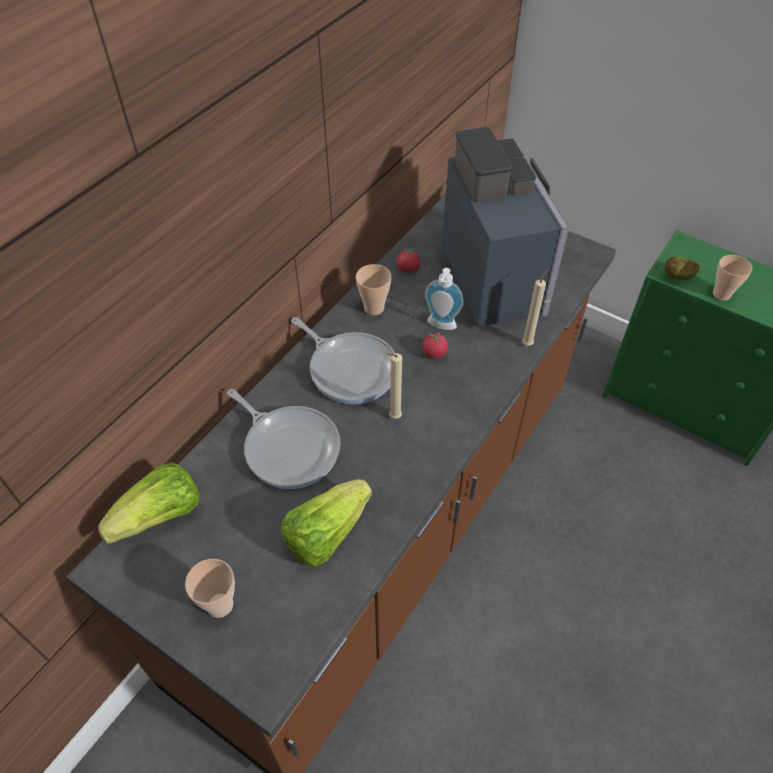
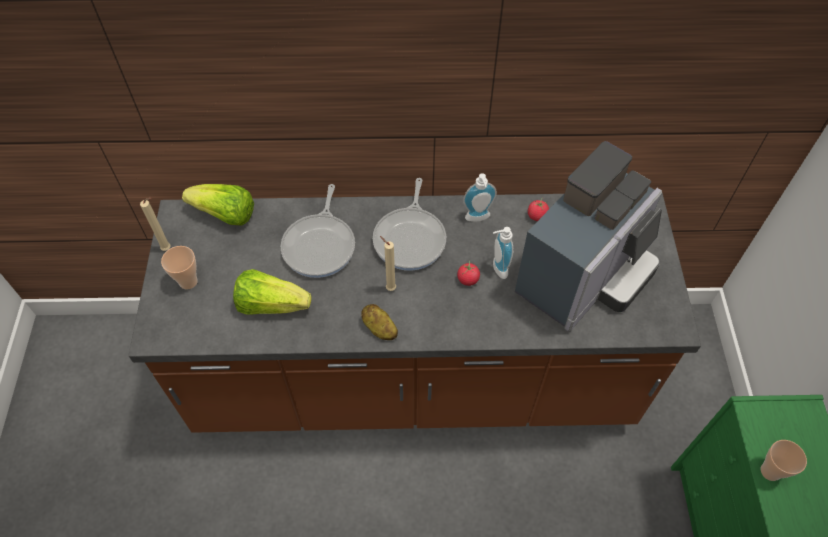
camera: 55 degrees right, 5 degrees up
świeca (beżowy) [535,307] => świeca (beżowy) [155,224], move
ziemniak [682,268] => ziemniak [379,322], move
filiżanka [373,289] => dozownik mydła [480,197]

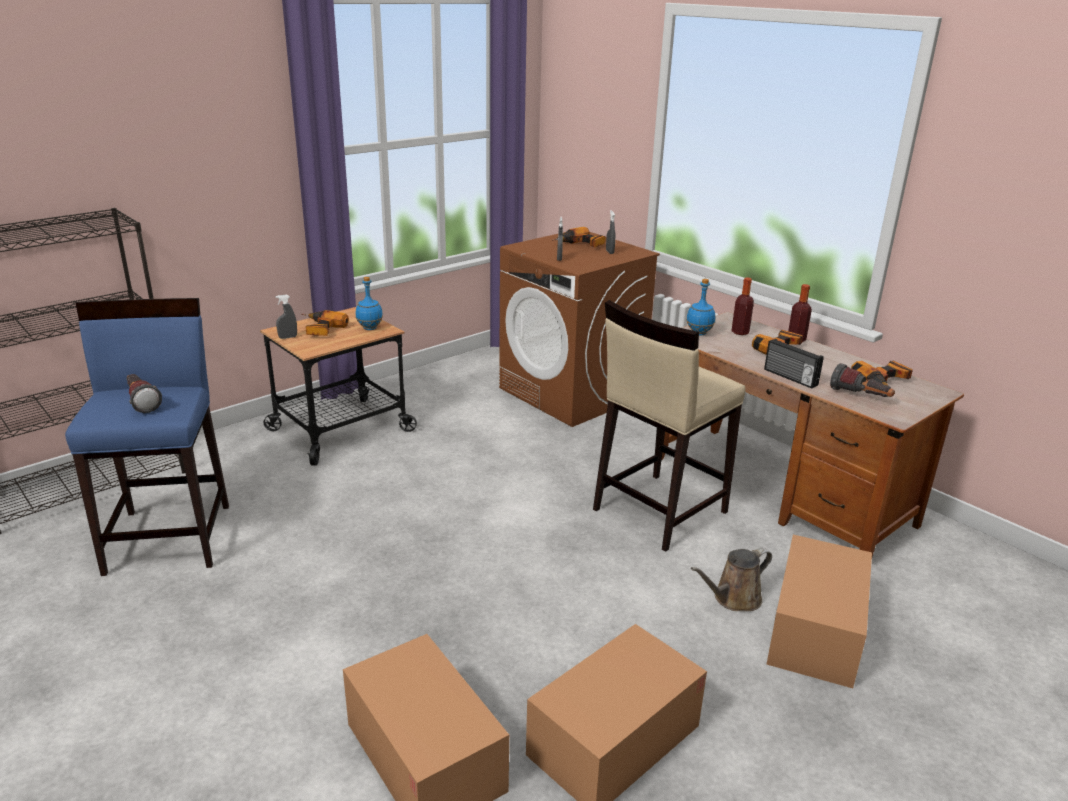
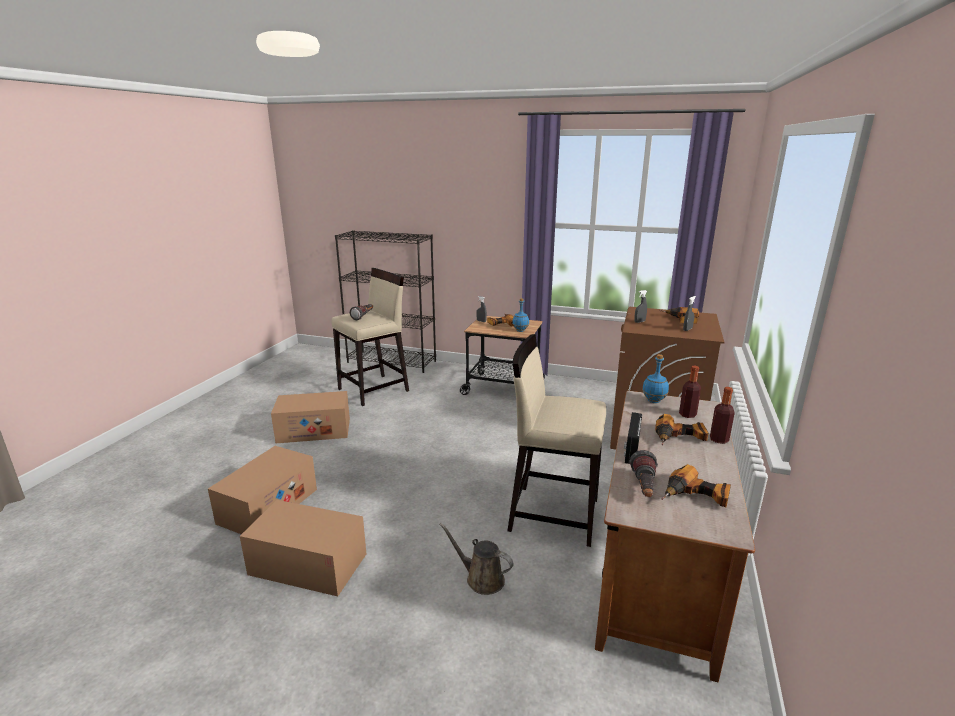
camera: 60 degrees right, 5 degrees down
karton [819,611] => karton [310,417], move
stołek (niebieski) [147,437] => stołek (beżowy) [370,337]

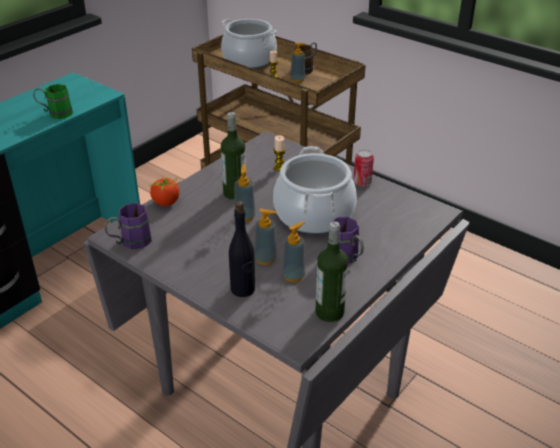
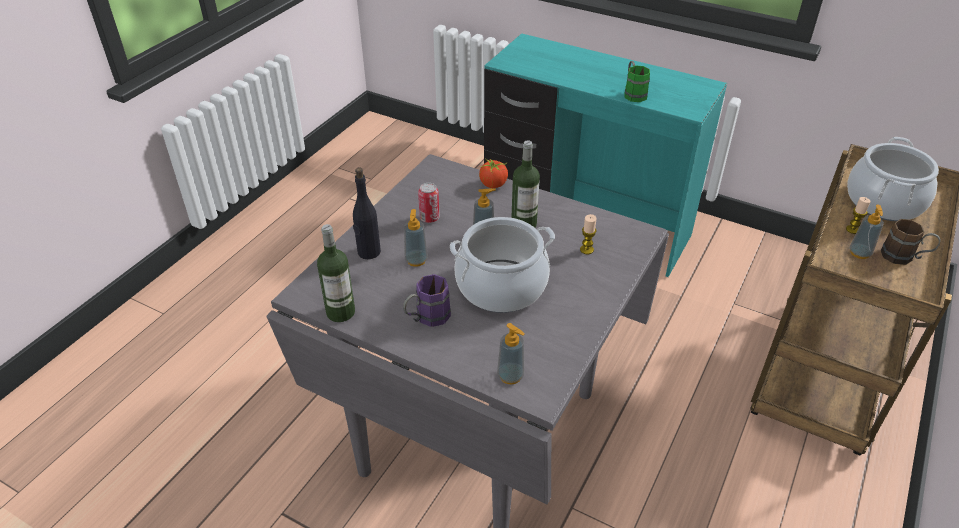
camera: 80 degrees right, 5 degrees up
puszka [363,168] => puszka [429,203], move
dozownik mydła [293,252] => dozownik mydła [511,354], move
kubek (fioletowy) [128,226] => nothing

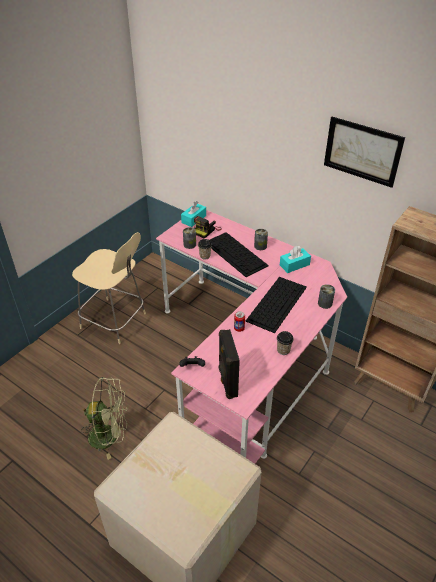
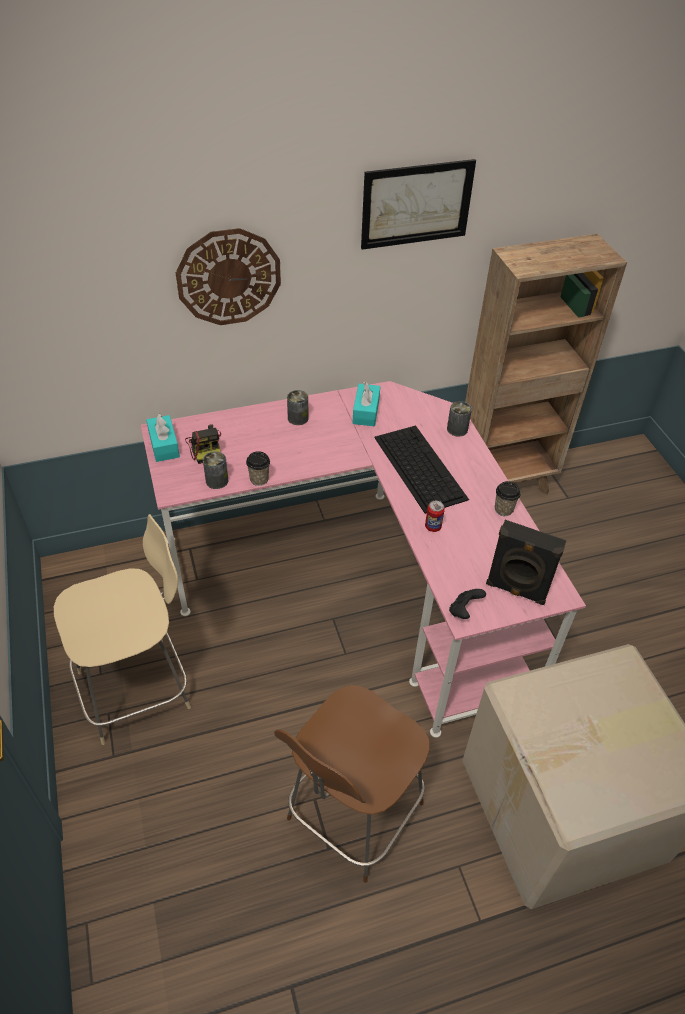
camera: 55 degrees left, 5 degrees up
nothing => zegar ścienny [228,276]
wentylator (zielony) [104,418] => krzesło (brązowy) [352,784]
klawiatura [239,254] => nothing

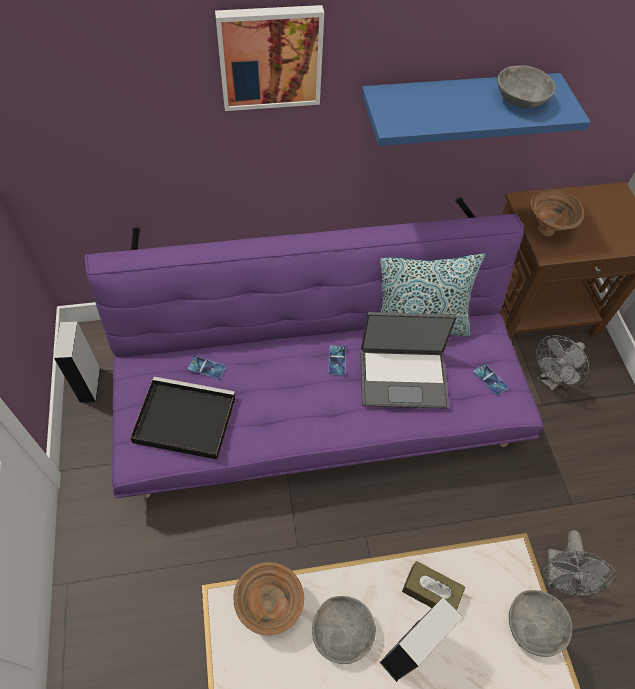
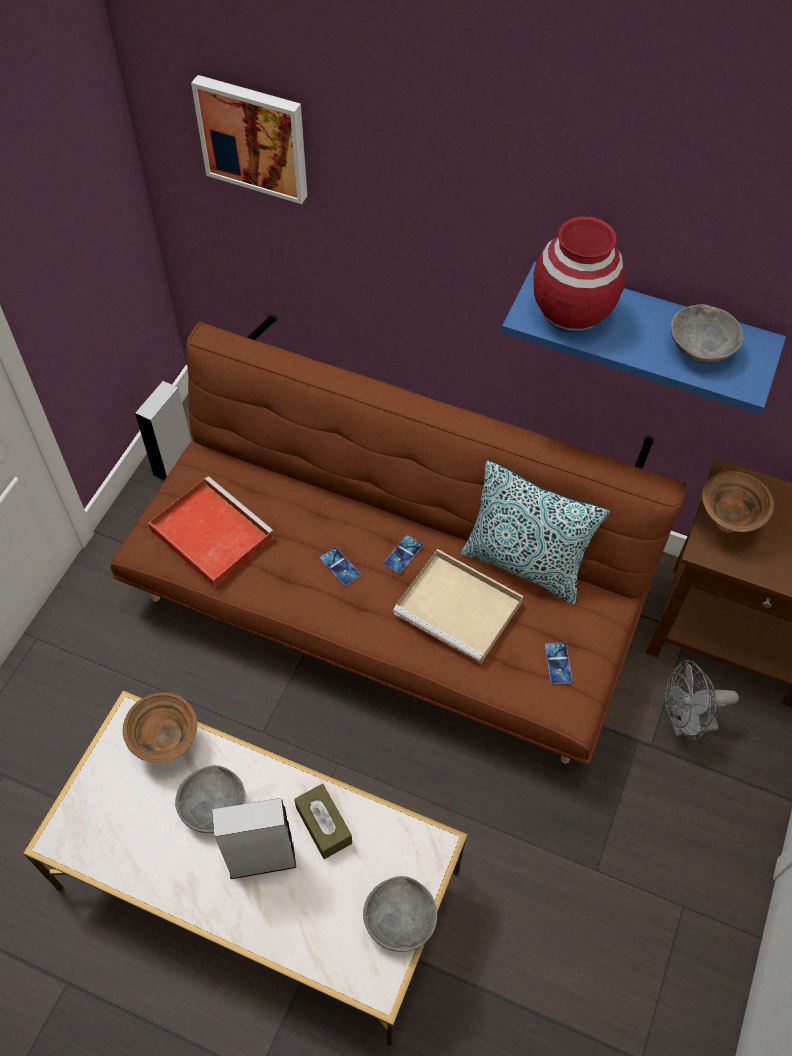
camera: 35 degrees right, 0 degrees up
kanapa (fioletowy) [314,347] => kanapa (brązowy) [398,539]
taca (czarny) [182,418] => taca (czerwony) [211,531]
obraz [269,58] => obraz [249,139], move
telefon [206,367] => telefon [340,566], move
laptop [408,360] => taca (beżowy) [458,606]
nothing => wazon (czerwony) [579,274]
wentylator (szary) [579,563] => nothing

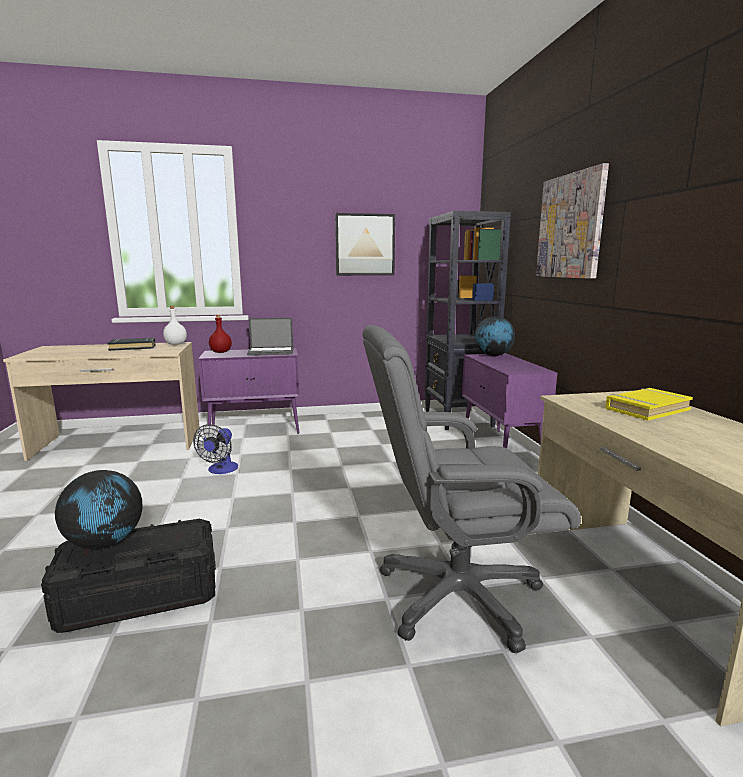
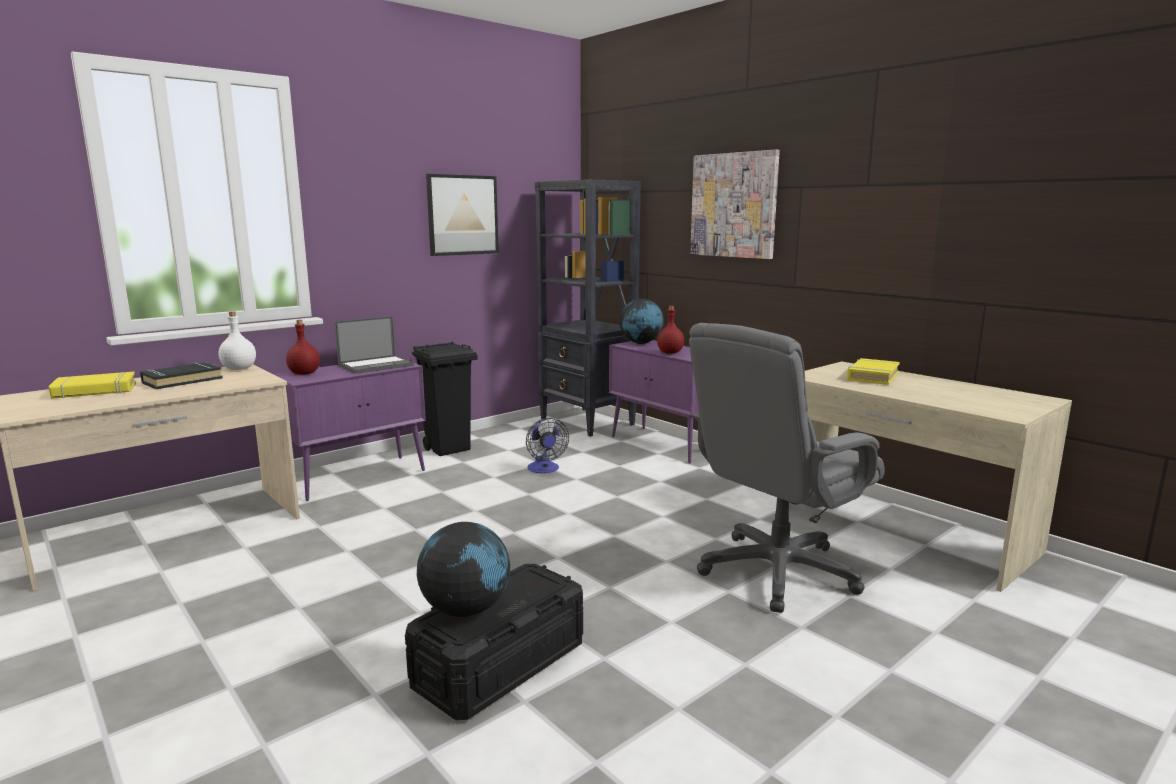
camera: 30 degrees left, 0 degrees up
nothing => książka (żółty) [92,385]
nothing => kosz na śmieci (czarny) [445,399]
wentylator [215,449] => wentylator [547,445], move
nothing => butelka (czerwony) [670,330]

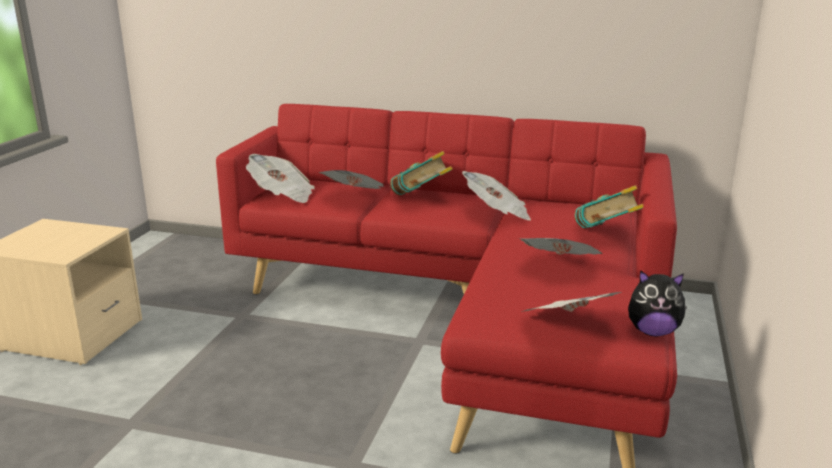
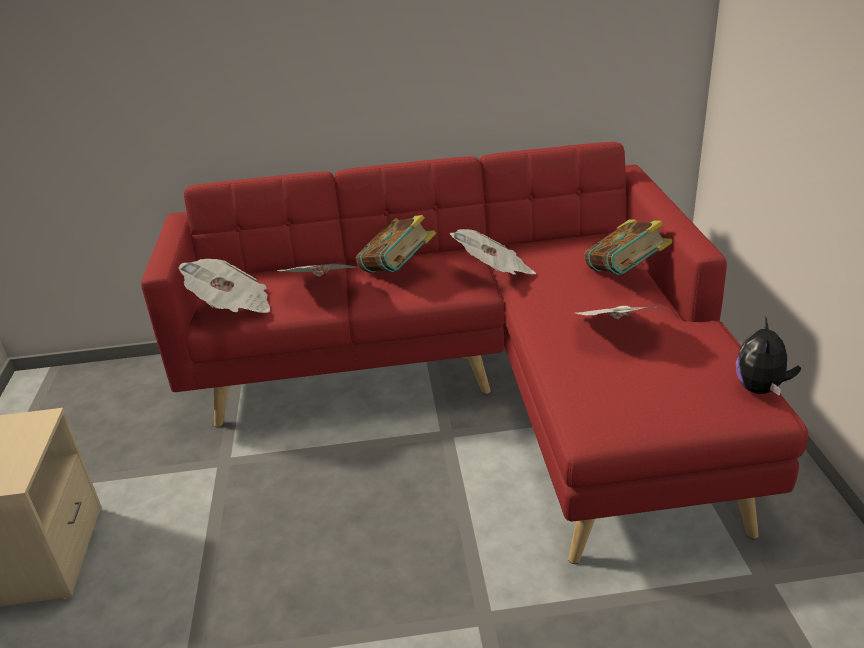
camera: 20 degrees left, 10 degrees up
pluszak [657,303] => pluszak [768,356], 120 degrees clockwise
gazeta [571,302] => nothing

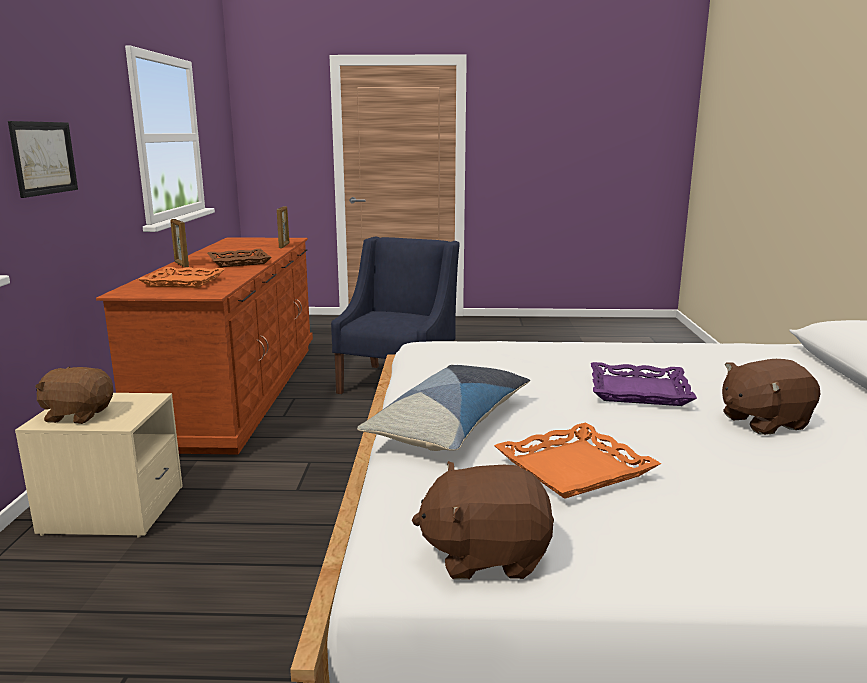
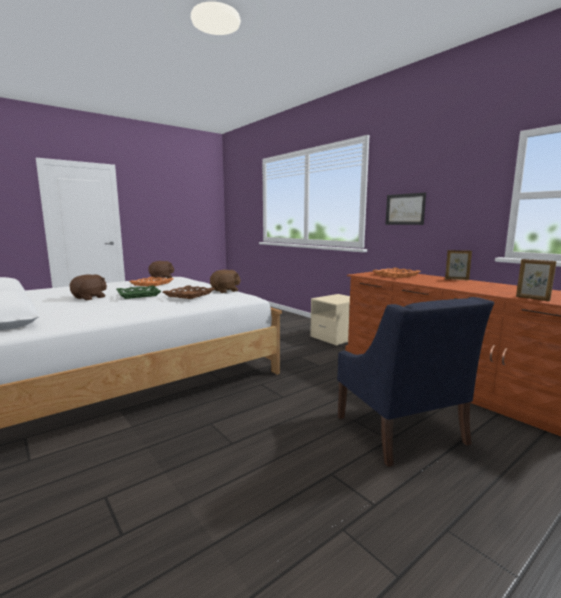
camera: 140 degrees right, 5 degrees down
taca (fioletowy) [644,384] => taca (zielony) [138,292]
taca (brązowy) [239,258] => taca (brązowy) [189,292], move
pluszak (brązowy) [74,395] => pluszak (brązowy) [225,281], move
poduszka [443,408] => nothing

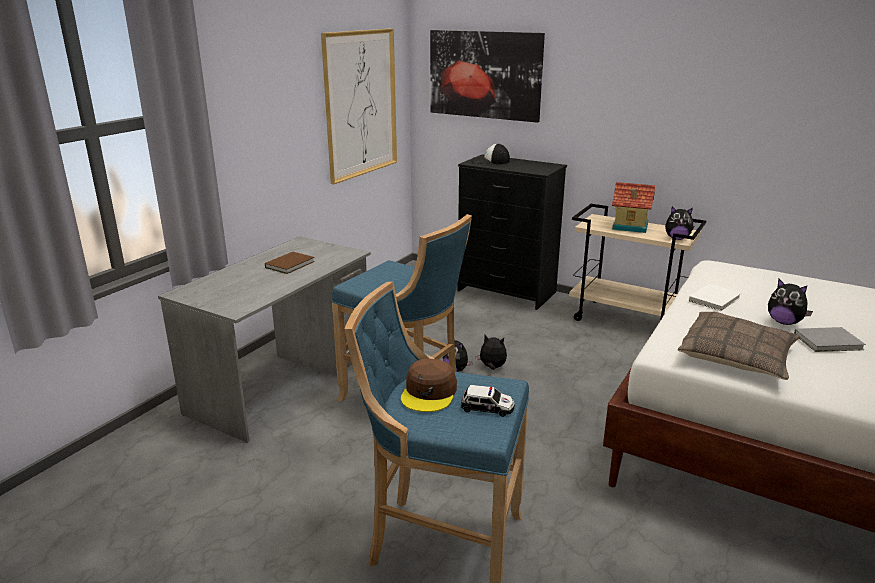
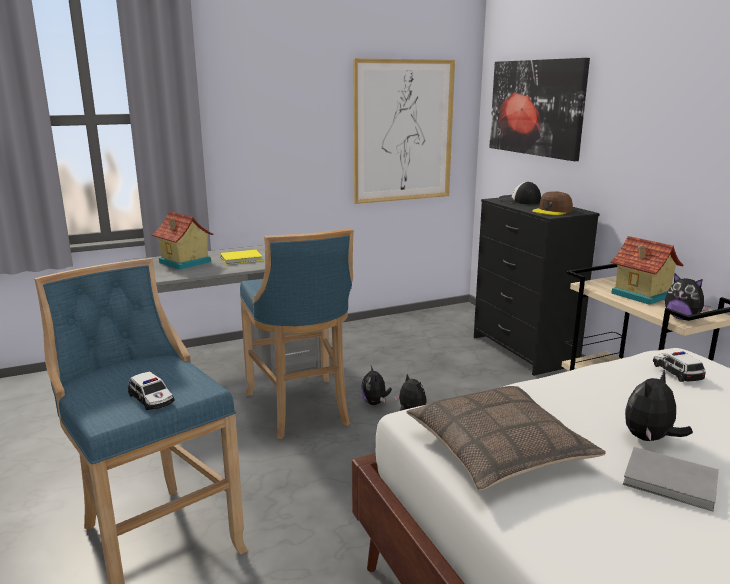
camera: 35 degrees right, 5 degrees down
nothing => domek [182,240]
książka (brązowy) [290,263] => książka (żółty) [242,257]
czapka z daszkiem (brązowy) [429,385] => czapka z daszkiem (brązowy) [552,203], move
pluszak [790,302] => pluszak [659,405], 60 degrees clockwise
nothing => samochodzik [679,366]
książka (biały) [715,297] => nothing

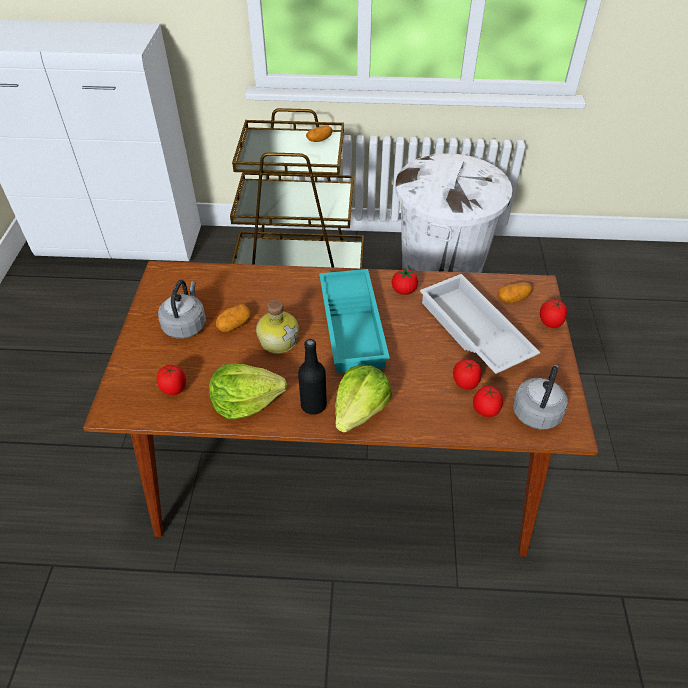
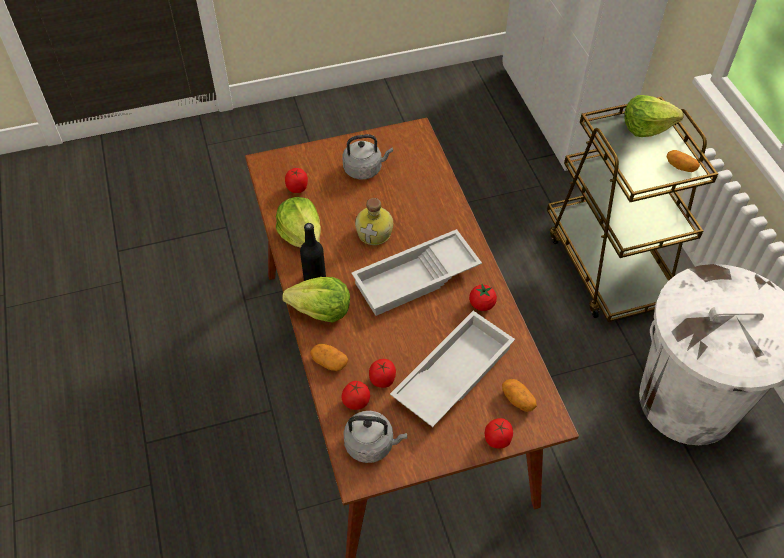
camera: 70 degrees right, 5 degrees up
ziemniak [233,318] => ziemniak [329,357], move
taca (turkusowy) [354,321] => taca (biały) [416,272]
nothing => sałata [654,116]

